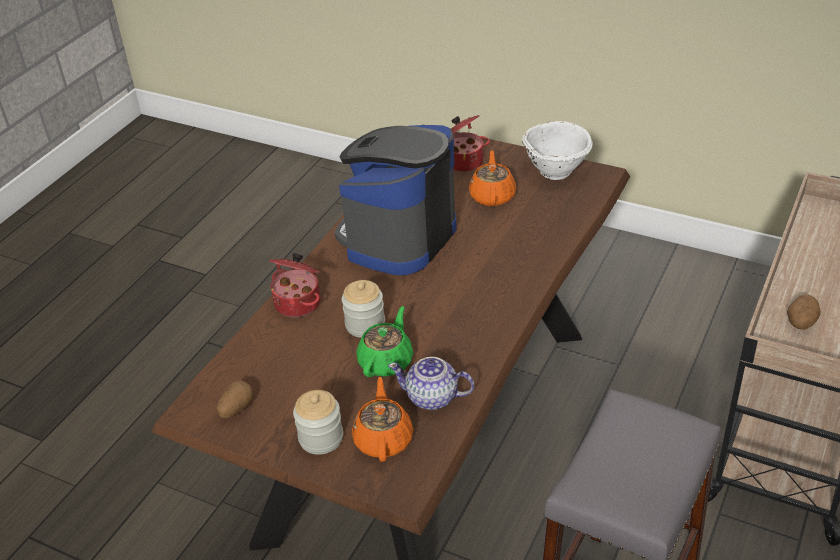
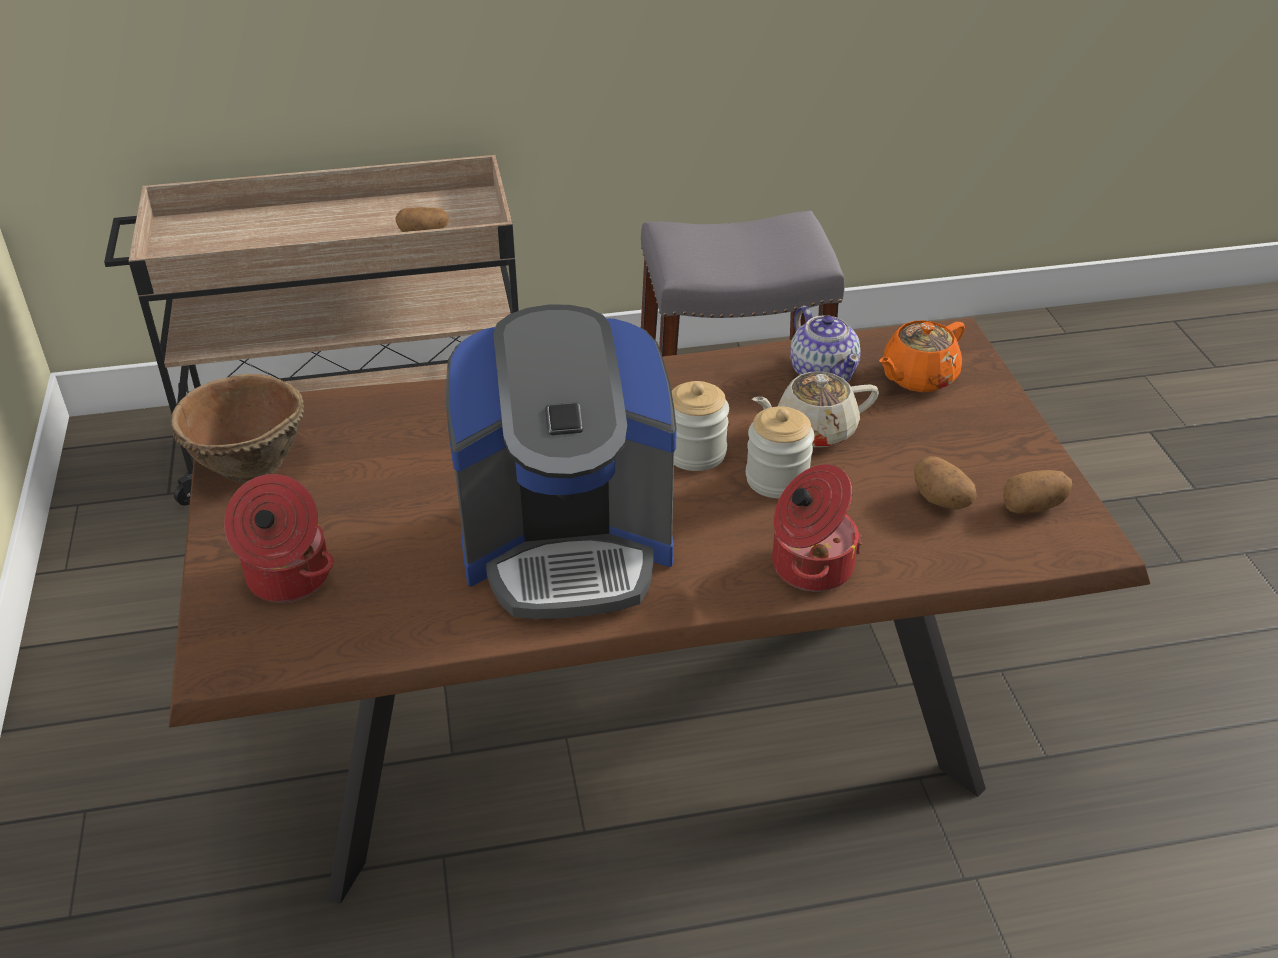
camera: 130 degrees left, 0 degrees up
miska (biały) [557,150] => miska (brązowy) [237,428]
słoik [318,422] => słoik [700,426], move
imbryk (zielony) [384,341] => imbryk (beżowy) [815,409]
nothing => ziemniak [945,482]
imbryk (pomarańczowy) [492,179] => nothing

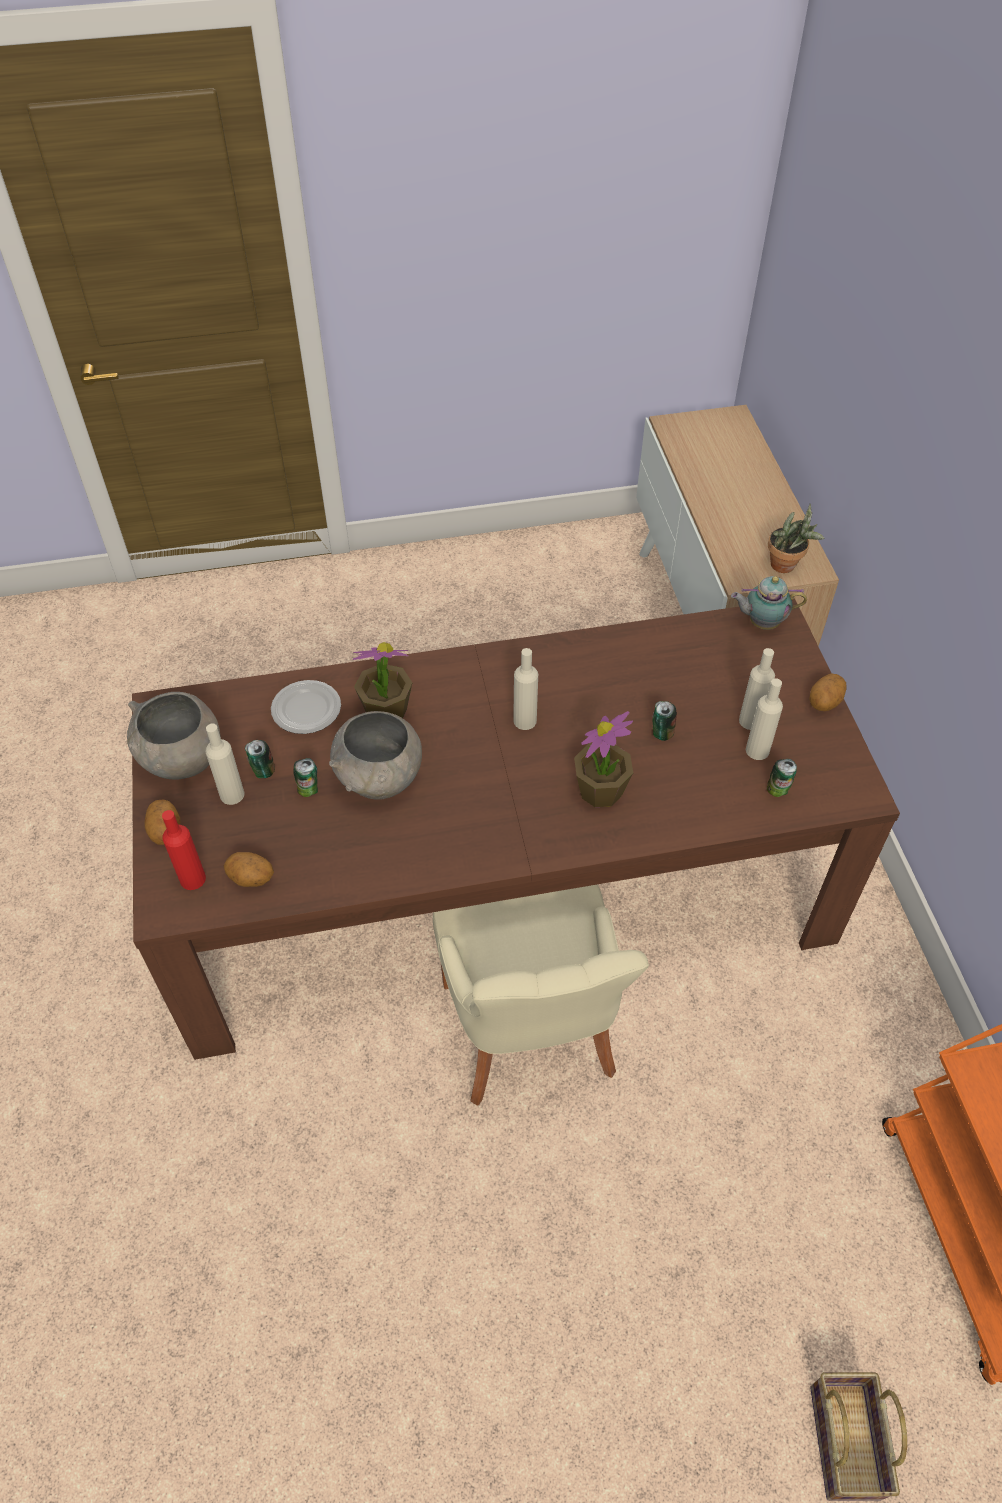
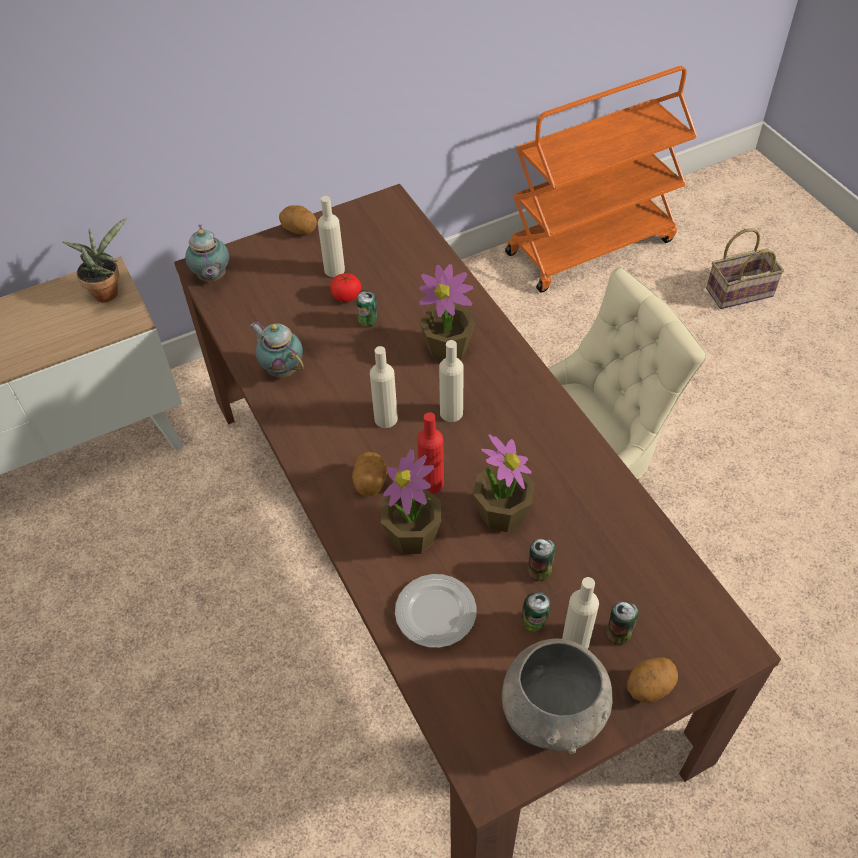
camera: 105 degrees left, 0 degrees up
nothing => imbryk [277,349]
nothing => pomidor [345,287]
ziemniak [249,869] => ziemniak [369,474], move
butelka (czerwony) [184,850] => butelka (czerwony) [430,453], move
butelka (beżowy) [764,719] => butelka (beżowy) [451,381], move
miska (szary) [375,755] => roślina doniczkowa [504,483]
puszka [782,778] => puszka [622,623], move

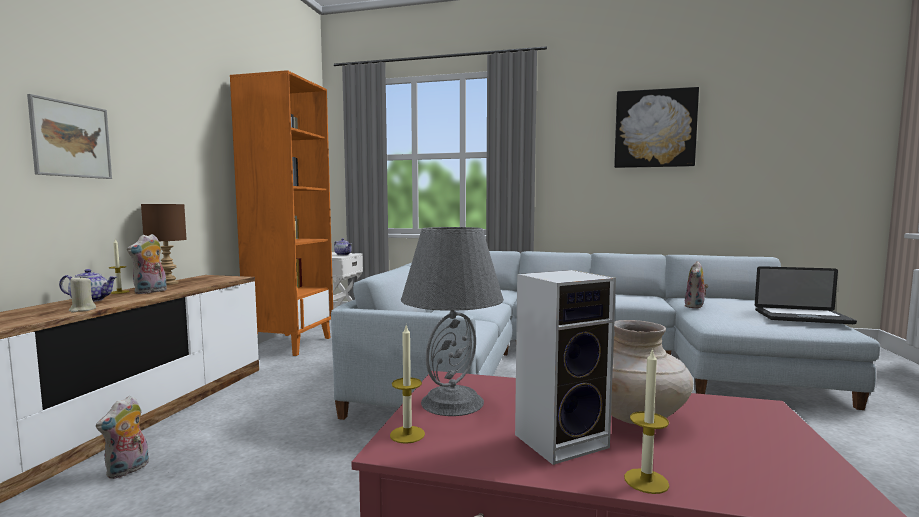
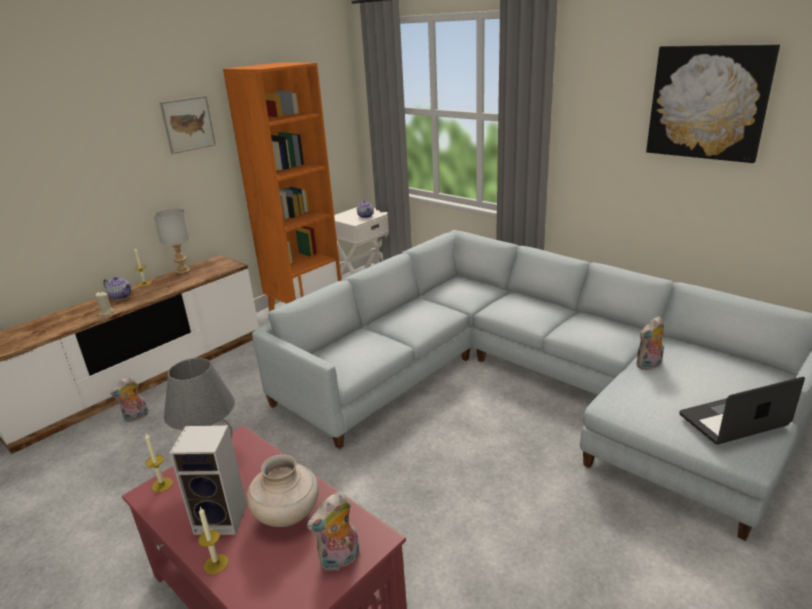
camera: 30 degrees right, 20 degrees up
lampa stołowa (brązowy) [164,244] => lampa stołowa (szary) [171,241]
obraz [69,136] => obraz [188,125], move
pluszak [147,264] => pluszak [333,531], move
laptop [806,295] => laptop [742,411], 120 degrees clockwise

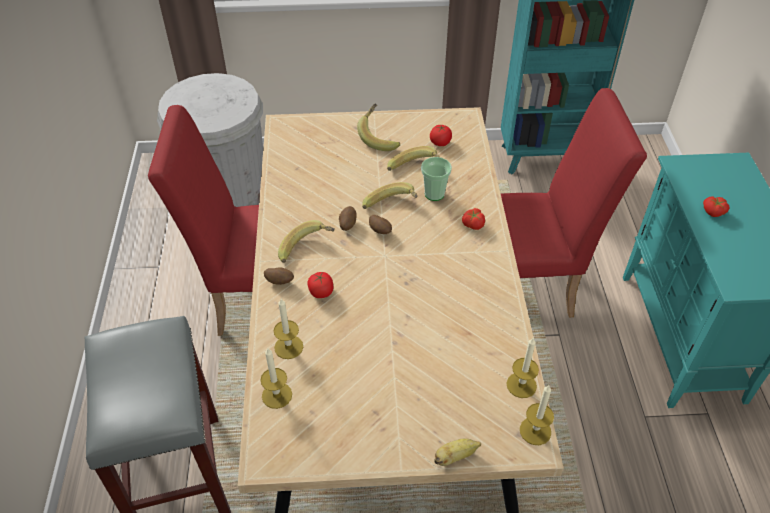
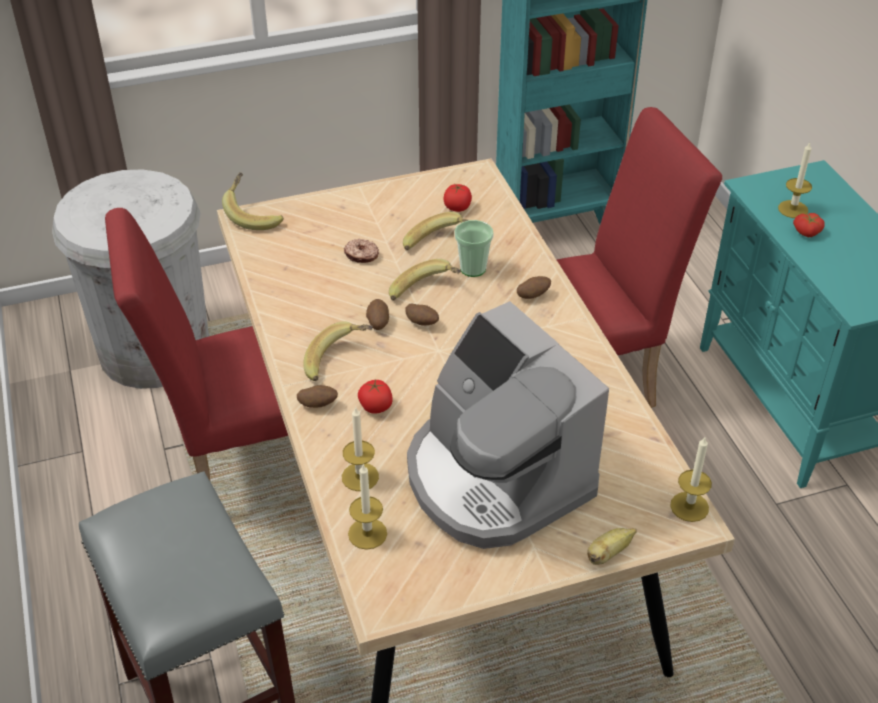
camera: 15 degrees left, 5 degrees down
banan [378,127] => banan [253,201], move
nothing => donut [361,251]
nothing => ekspres do kawy [508,425]
pomidor [473,219] => ziemniak [534,287]
świeca [523,368] => świeca [795,180], move

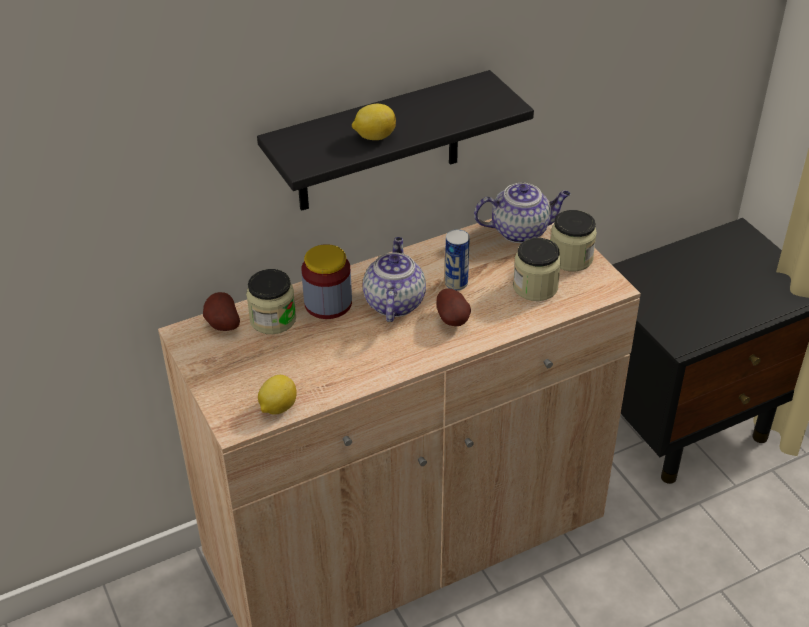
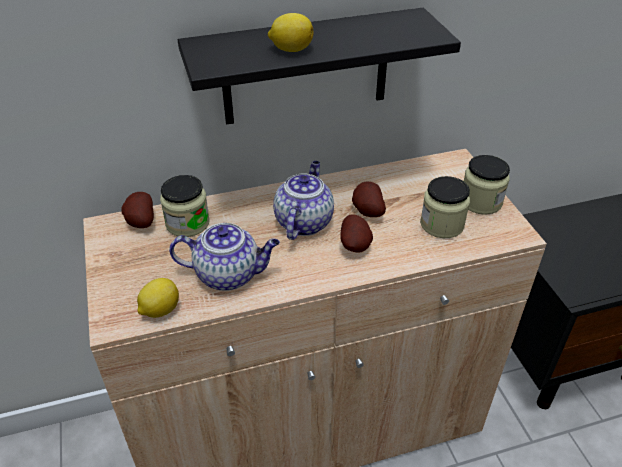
camera: 10 degrees right, 0 degrees up
imbryk [522,213] => imbryk [224,257], move
puszka [457,259] => ziemniak [369,199]
słoik [326,281] => nothing

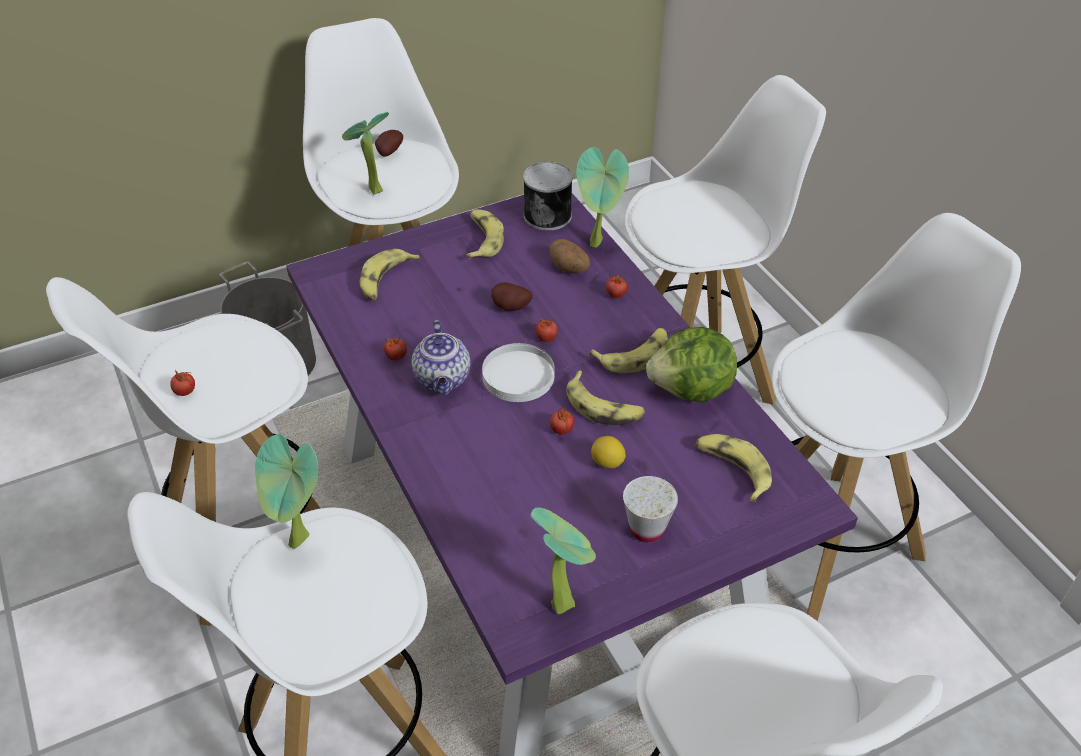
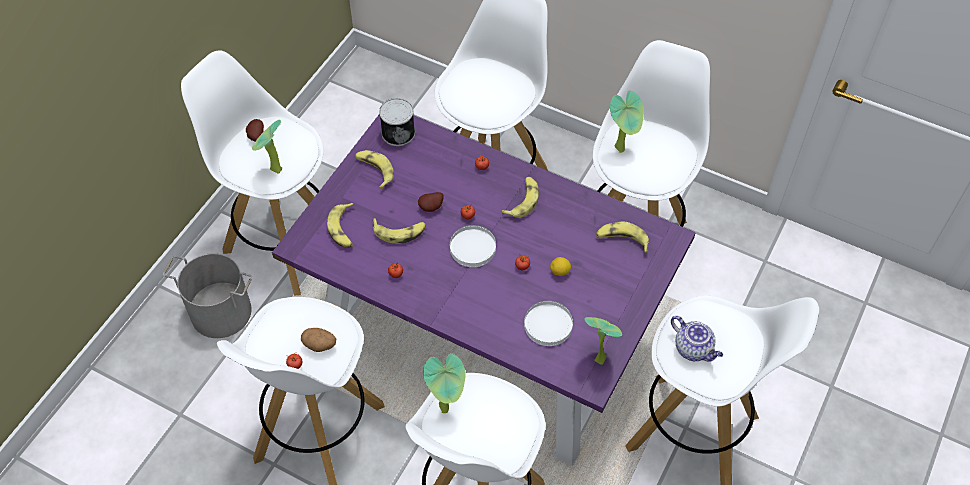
camera: 35 degrees left, 10 degrees up
ziemniak [569,256] => ziemniak [318,340], move
banan [606,397] => banan [399,231], move
nothing => talerz (biały) [548,323]
roślina doniczkowa [602,197] => roślina doniczkowa [626,121], move
imbryk [441,358] => imbryk [697,339], move
filiżanka (biały) [650,509] => nothing
sałata [691,364] => nothing

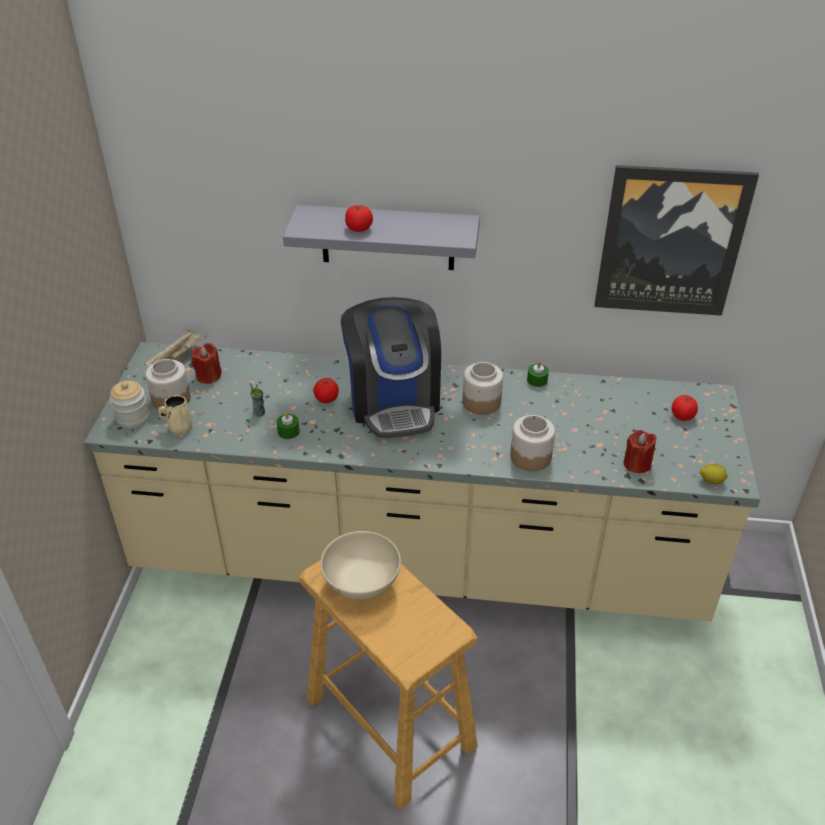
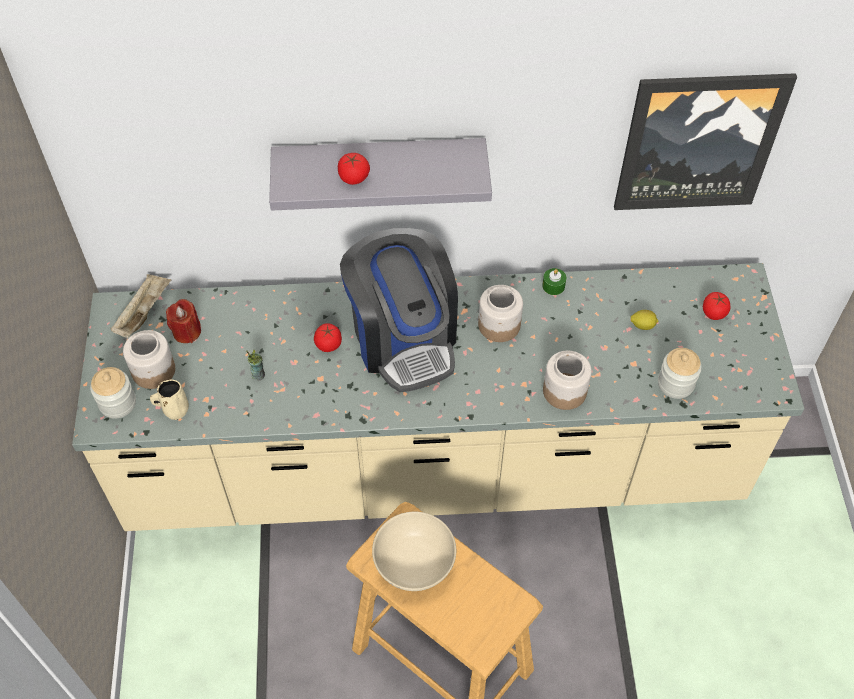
camera: 10 degrees left, 15 degrees up
cytryna [714,474] => cytryna [644,320], move
świeca (czerwony) [639,451] => słoik [680,373]
świeca (zielony) [288,425] => nothing

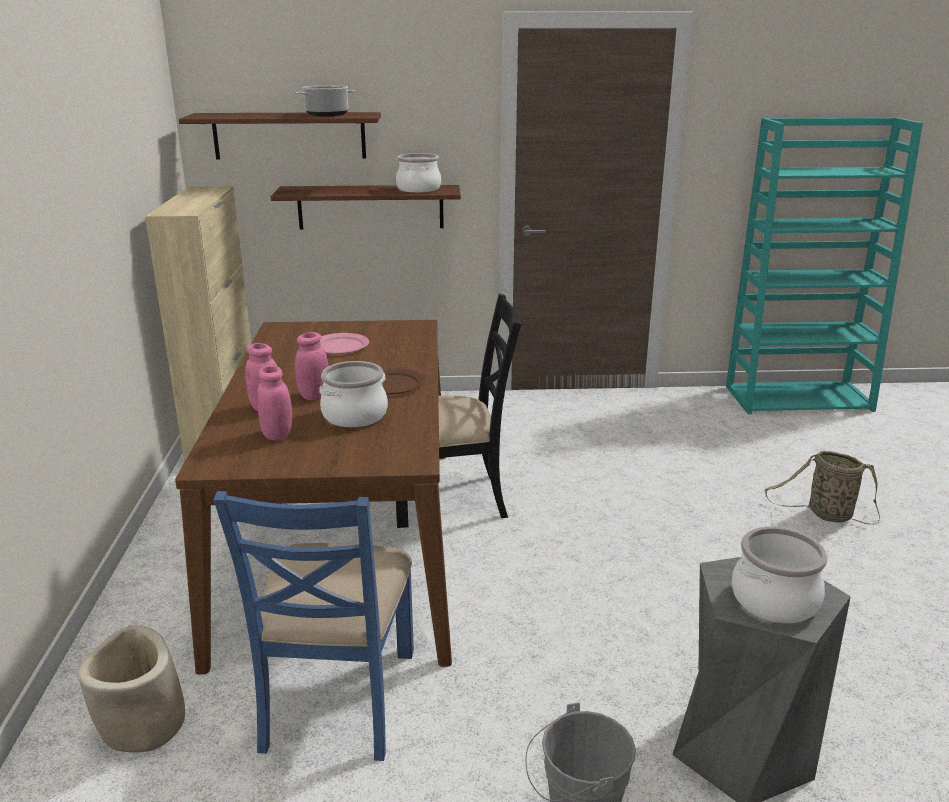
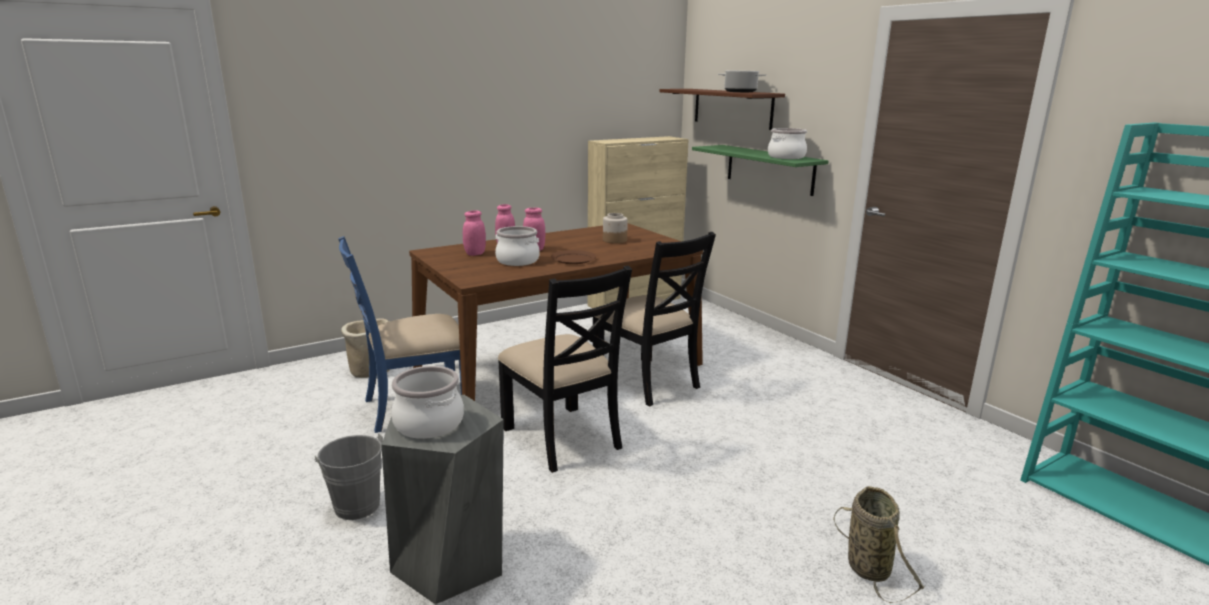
camera: 60 degrees right, 5 degrees down
nothing => krzesło (czarny) [565,369]
talerz (różowy) [344,344] => słoik [615,228]
półka (brązowy) [366,207] => półka (zielony) [760,170]

